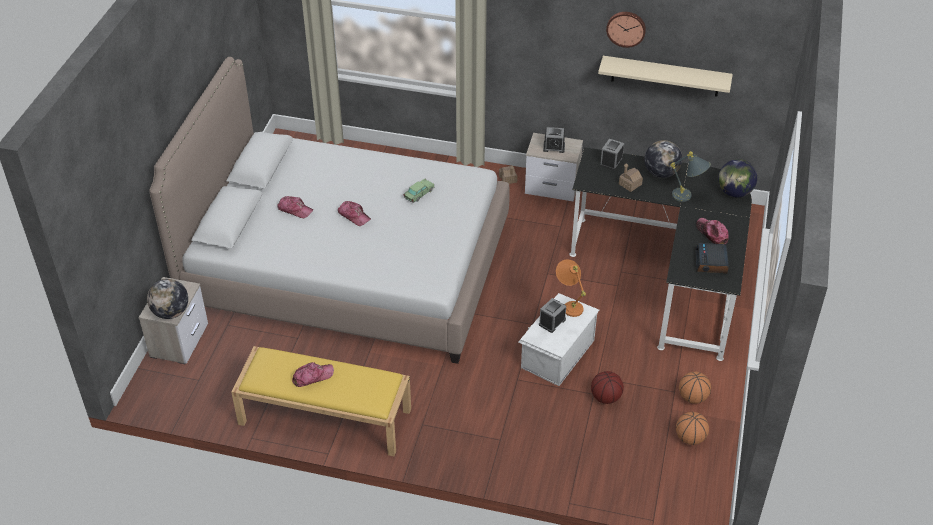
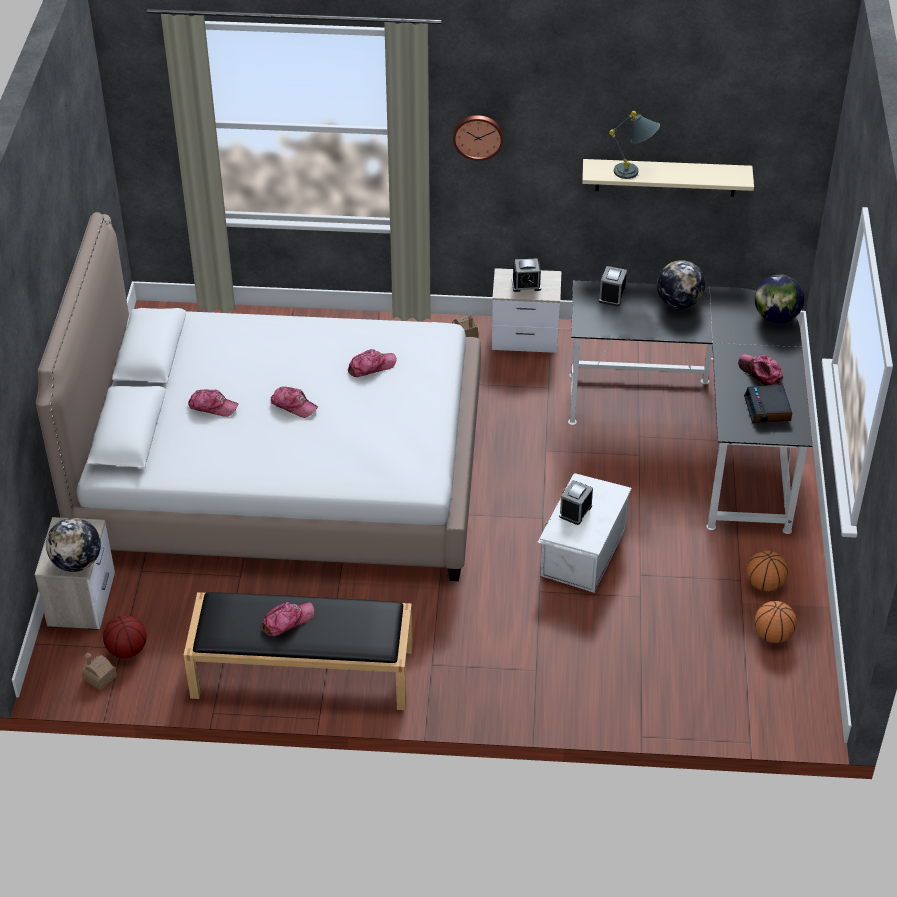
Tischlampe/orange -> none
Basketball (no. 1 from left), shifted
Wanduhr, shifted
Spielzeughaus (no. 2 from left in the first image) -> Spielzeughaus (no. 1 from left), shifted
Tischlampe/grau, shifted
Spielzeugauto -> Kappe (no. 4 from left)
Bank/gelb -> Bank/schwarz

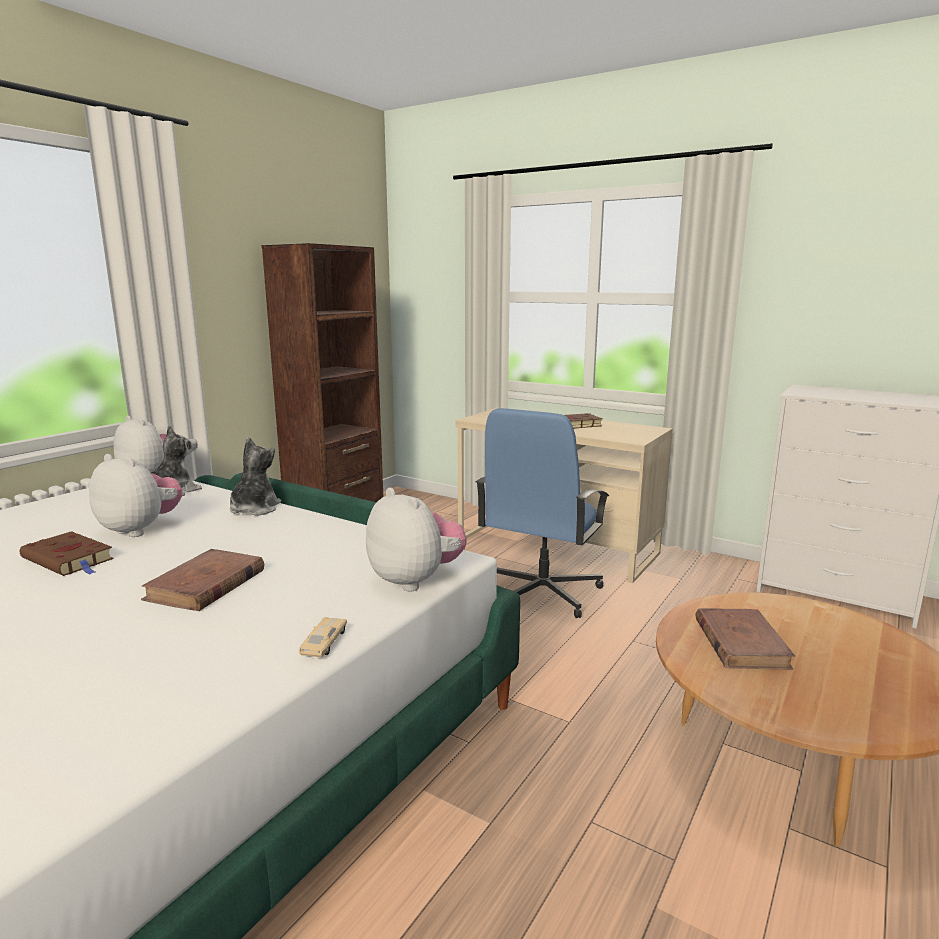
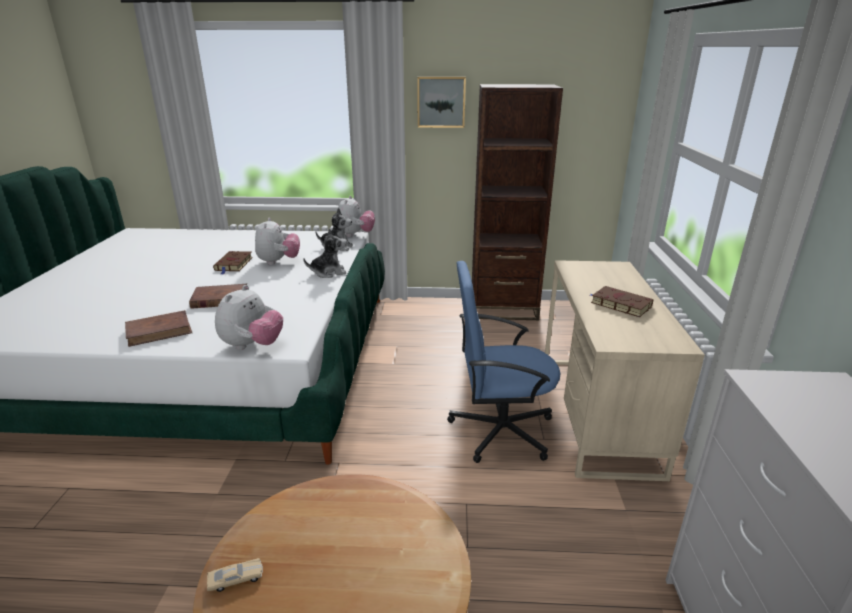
none -> Bild
Spielzeugauto/beige, shifted
Buch/braun (no. 4 from left in the first image) -> Buch/braun (no. 1 from left), shifted

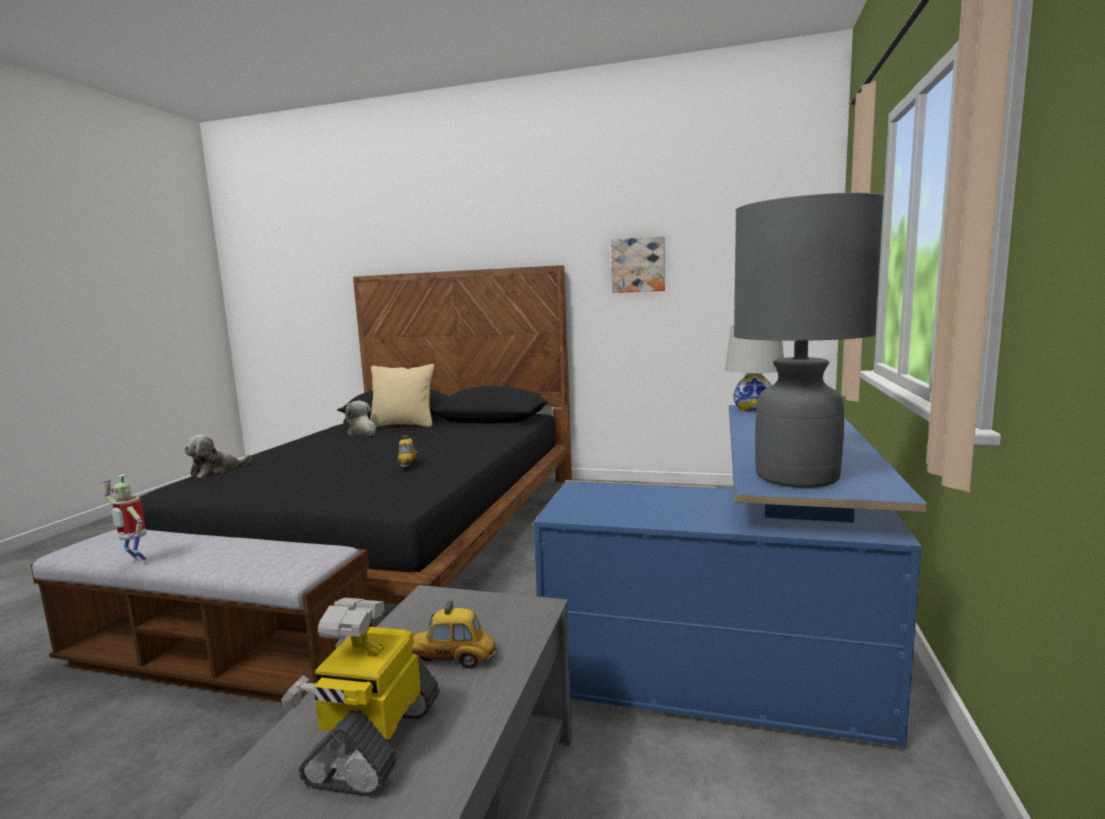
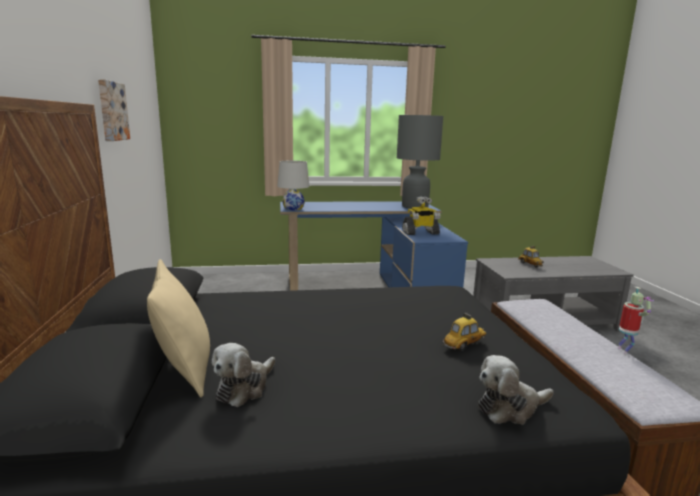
Spielzeugroboter (no. 2 from left in the first image) -> Spielzeugroboter (no. 1 from left), shifted
Spielzeugauto (no. 1 from left), shifted
Plüschtier (no. 1 from left in the first image) -> Plüschtier (no. 2 from left), 150 degrees clockwise

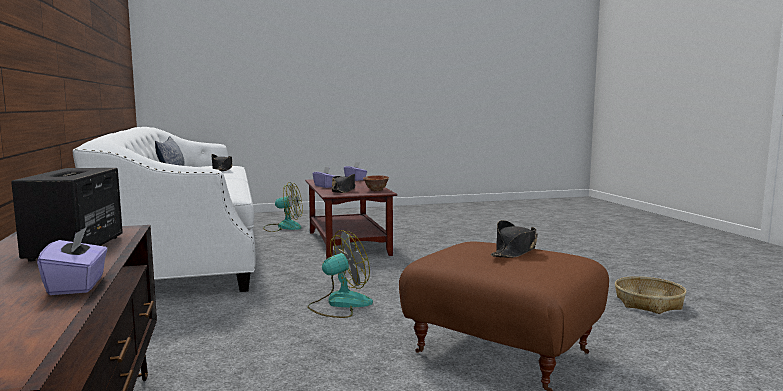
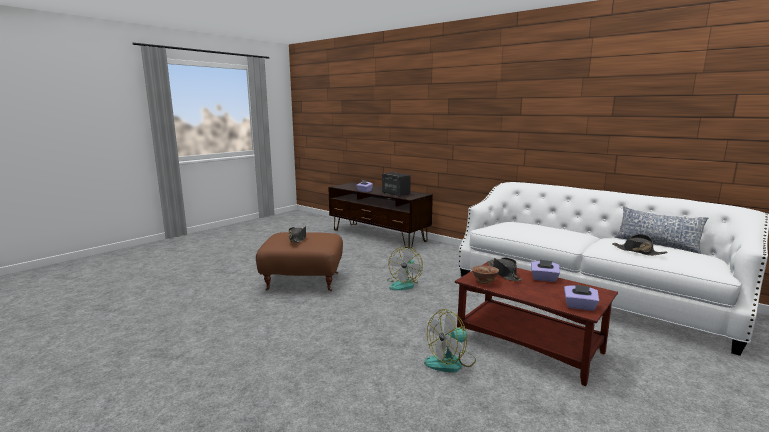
Korb -> none
Ventilator (no. 1 from left in the first image) -> Ventilator (no. 2 from left), shifted

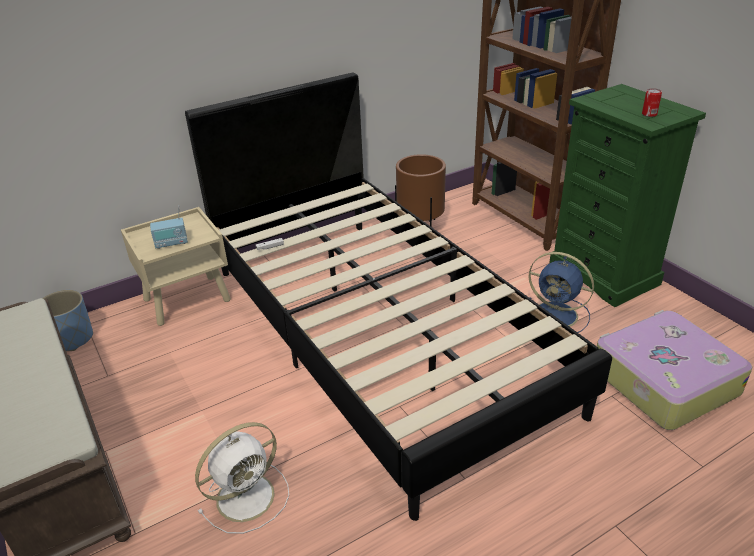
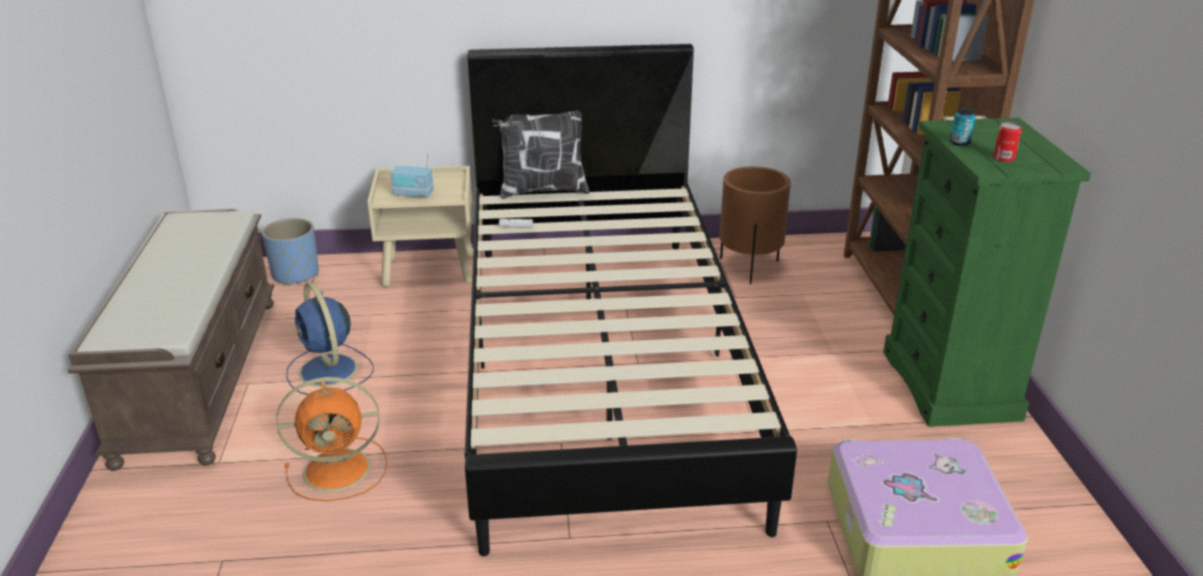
none -> Kissen
none -> Dose (no. 1 from left)
Ventilator/blau, shifted
Ventilator/weiß -> Ventilator/orange

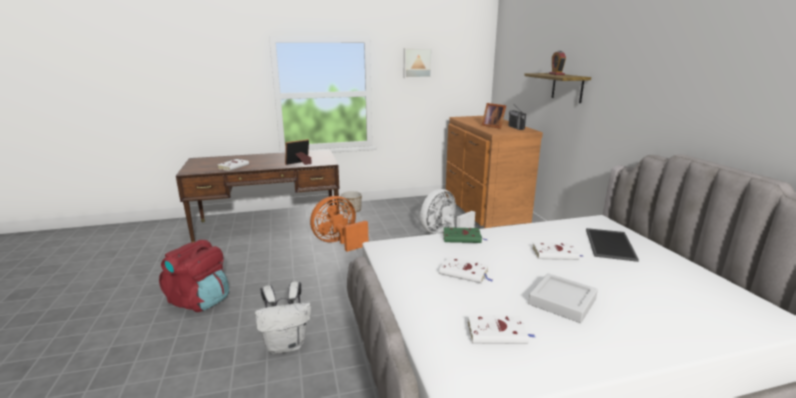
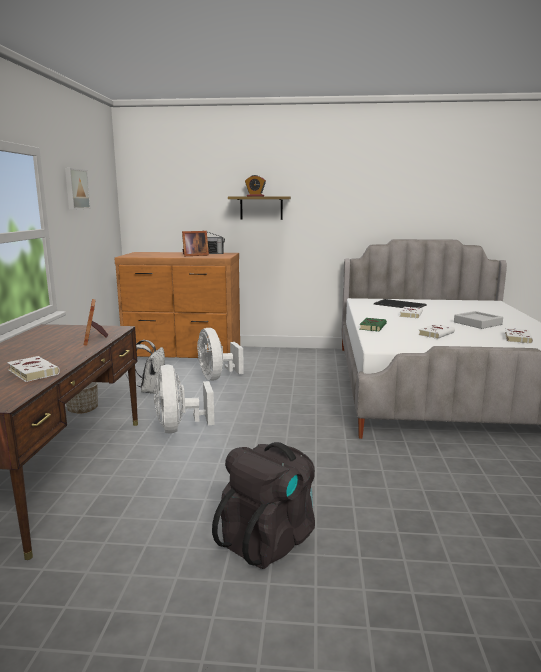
Rucksack/weiß, shifted
Rucksack/rot -> Rucksack/schwarz
Ventilator/orange -> Ventilator/weiß (no. 1 from left)

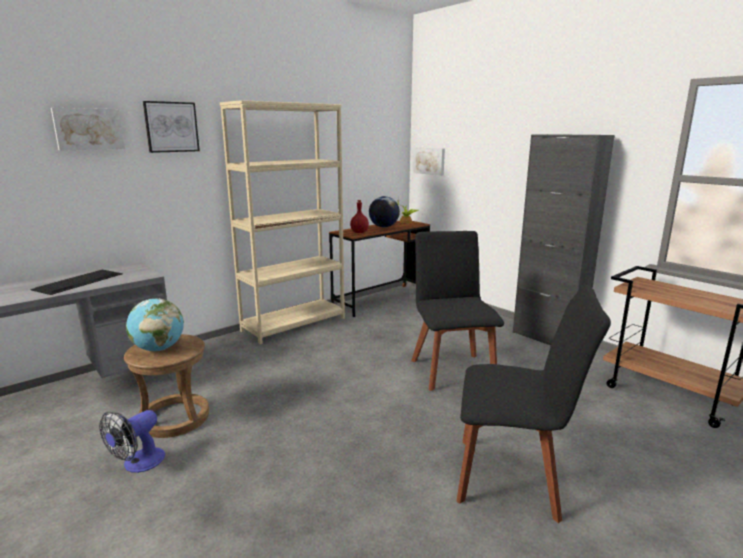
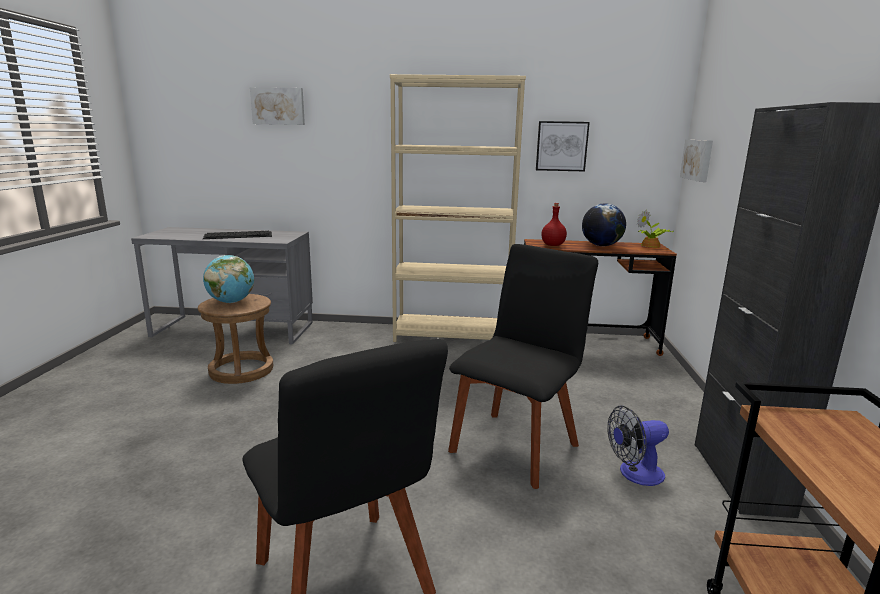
Ventilator, shifted
Bild (no. 2 from left), shifted

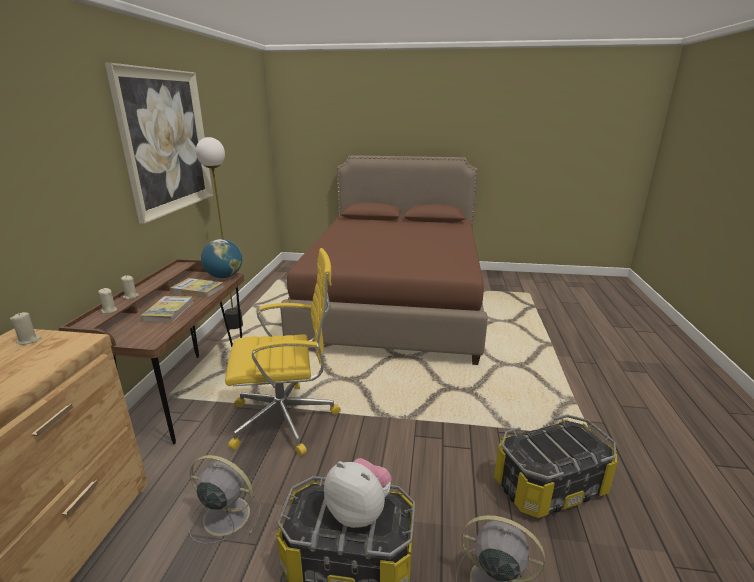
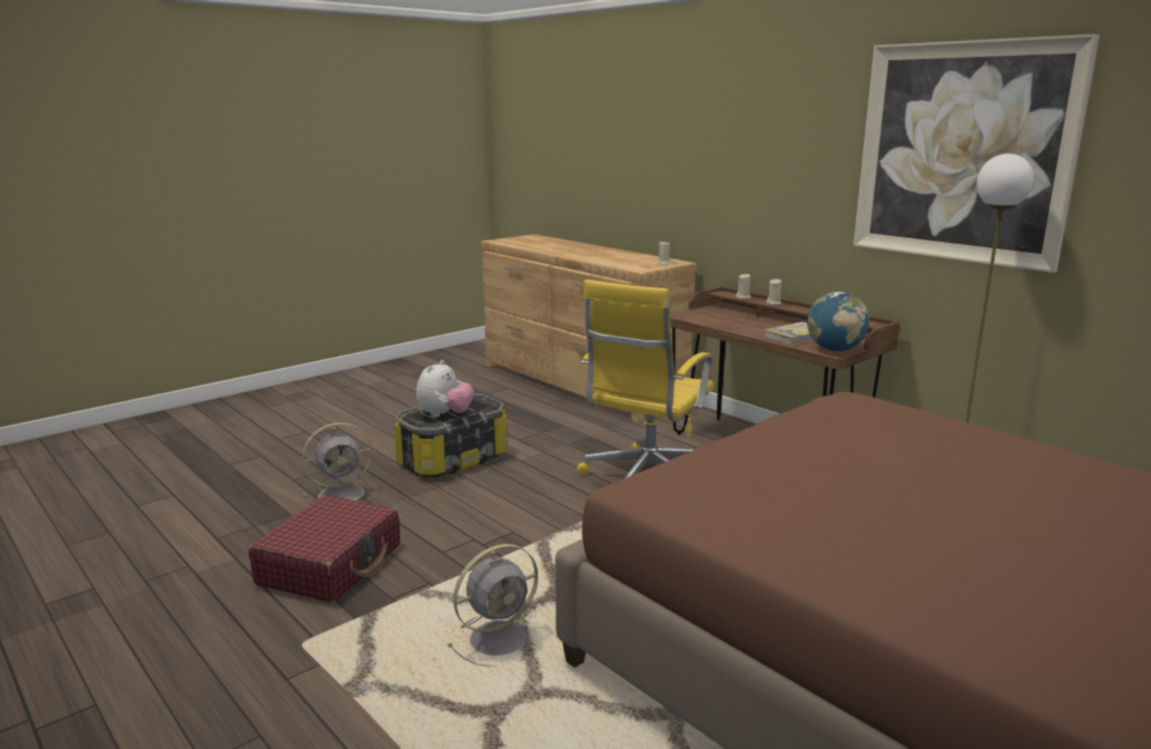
Buch (no. 1 from left) -> none
Ventilator/grau (no. 1 from left in the first image) -> Ventilator/grau (no. 2 from left), shifted
Aufbewahrungsbox (no. 2 from left) -> Koffer/rot
Plüschtier, 45 degrees counterclockwise

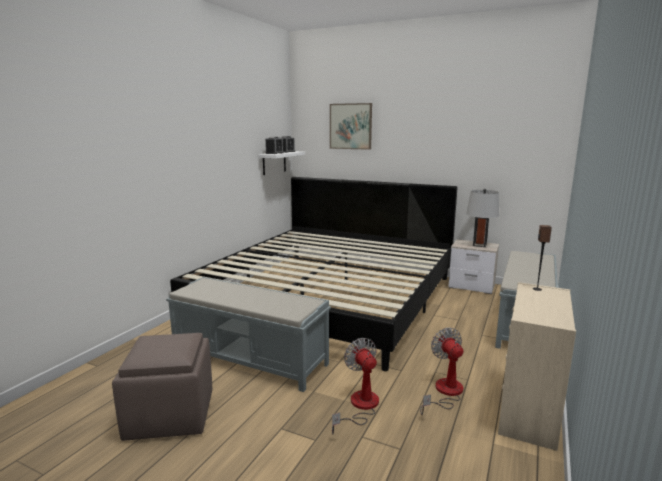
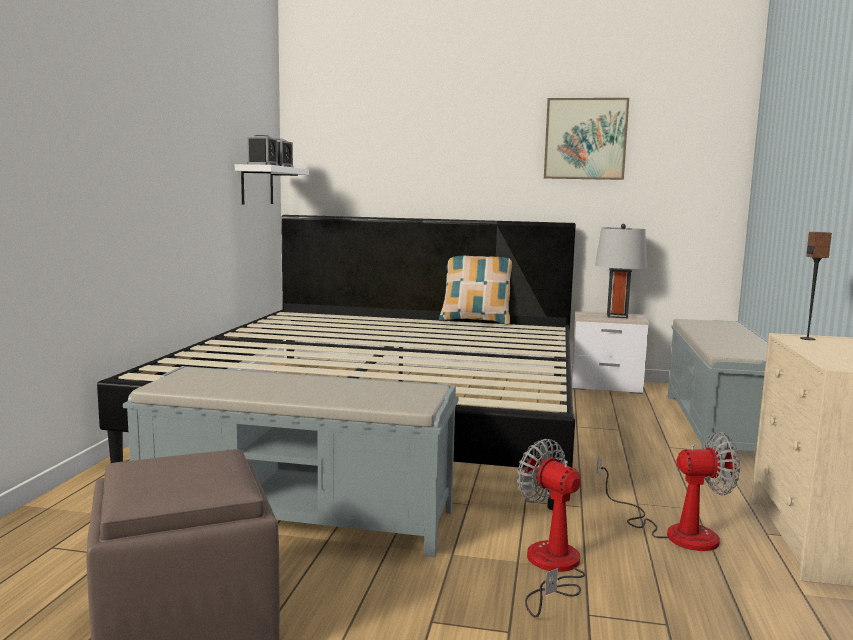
none -> Kissen
Bild, shifted
Ventilator (no. 2 from left), 120 degrees clockwise

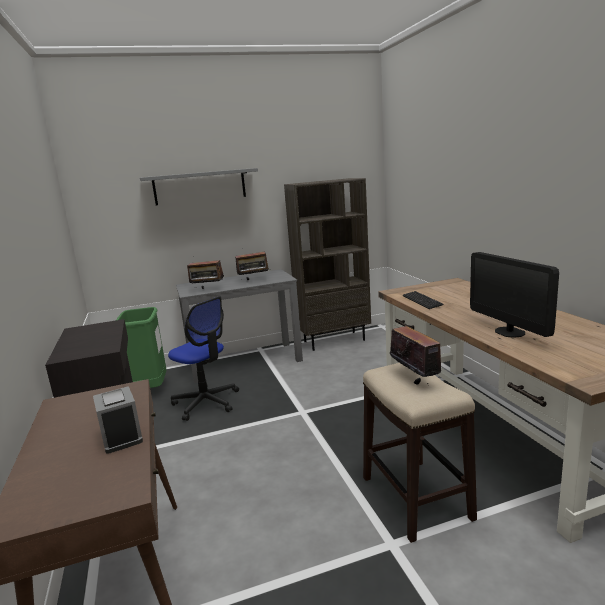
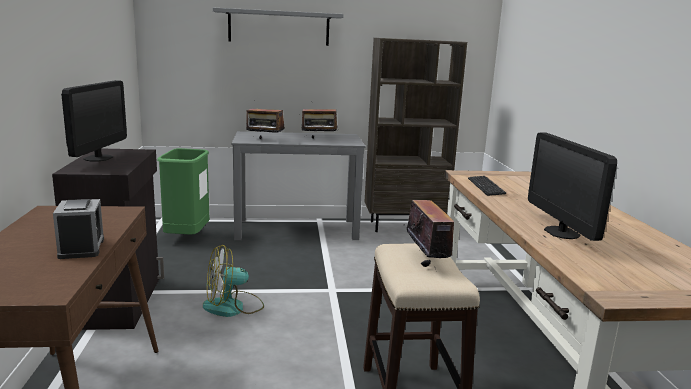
Bürostuhl -> none
none -> Monitor (no. 1 from left)
none -> Ventilator

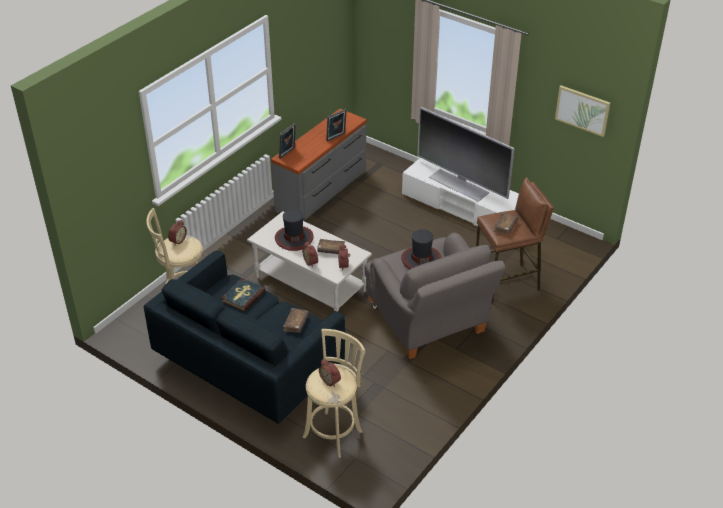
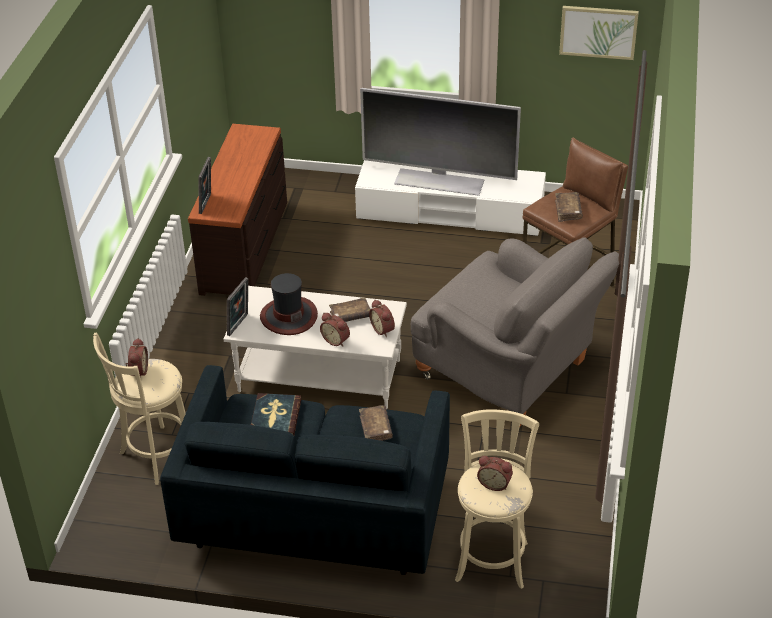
Hut (no. 2 from left) -> none
Bilderrahmen (no. 2 from left), shifted
Kommode/grau -> Kommode/braun

